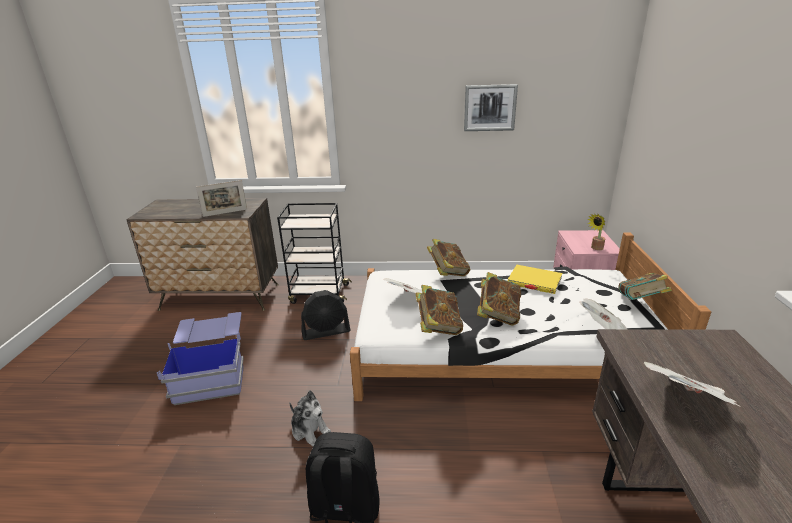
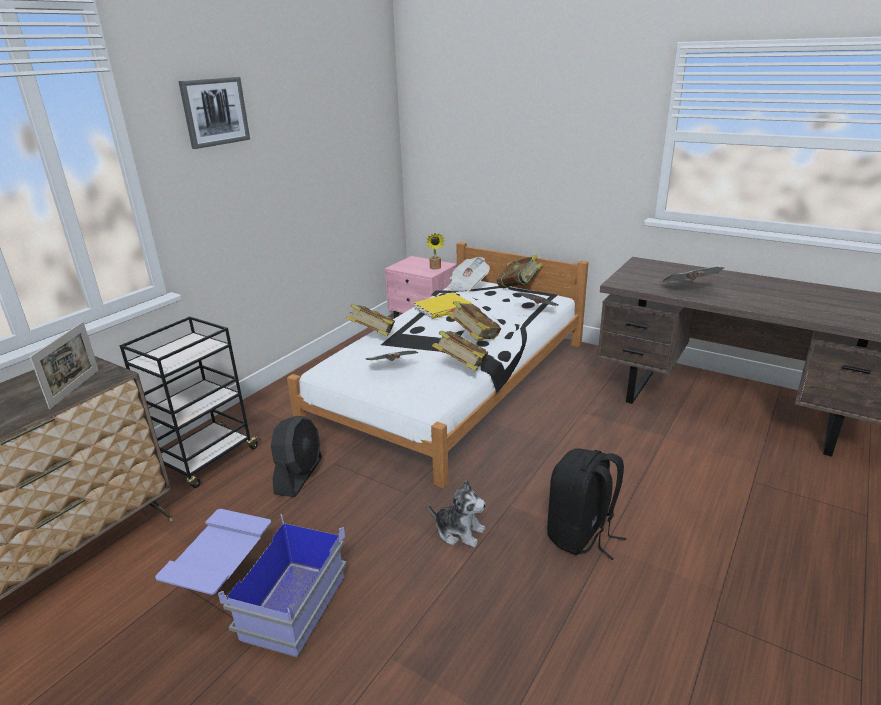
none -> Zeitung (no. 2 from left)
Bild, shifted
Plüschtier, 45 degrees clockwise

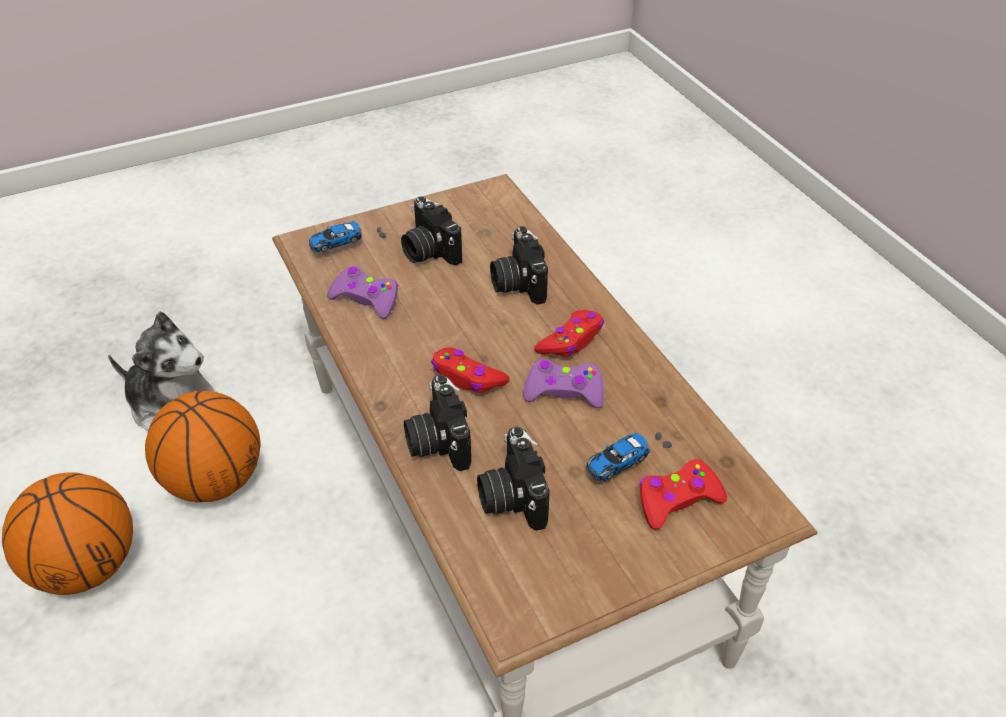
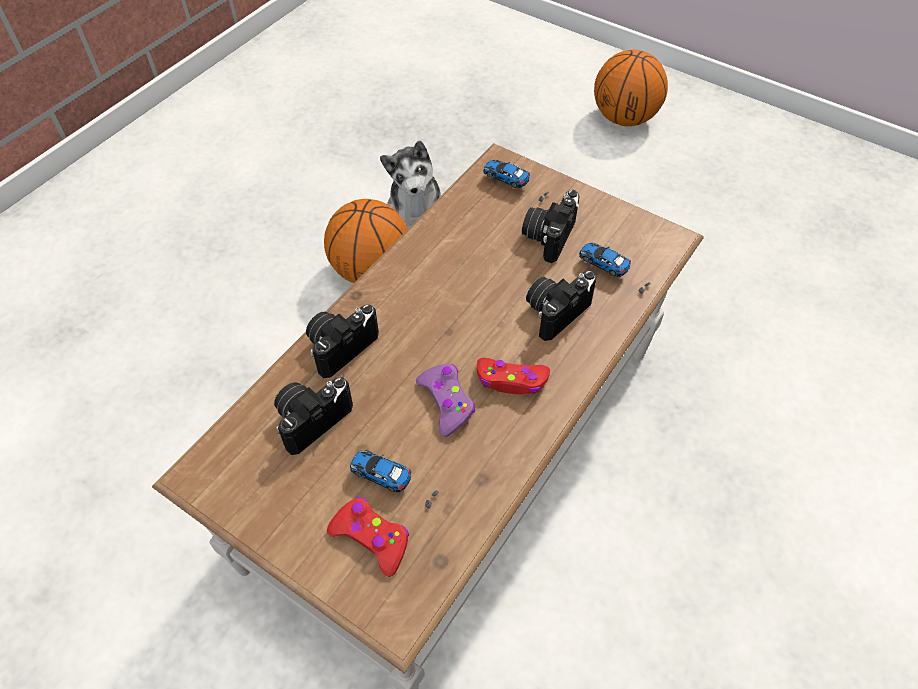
Gamepad/lila (no. 1 from left) -> none
Gamepad/rot (no. 1 from left) -> none
none -> Spielzeugauto (no. 3 from left)
Basketball (no. 1 from left in the first image) -> Basketball (no. 2 from left), shifted

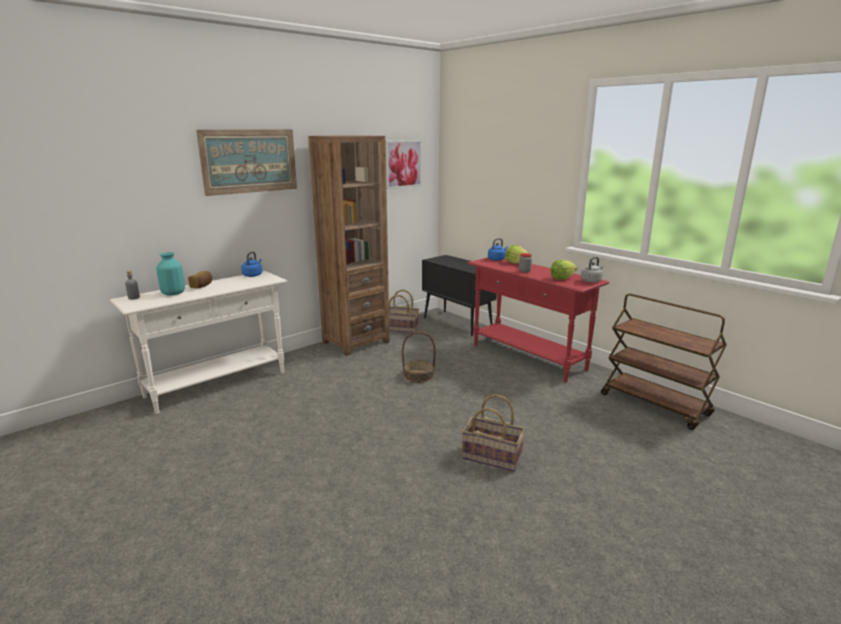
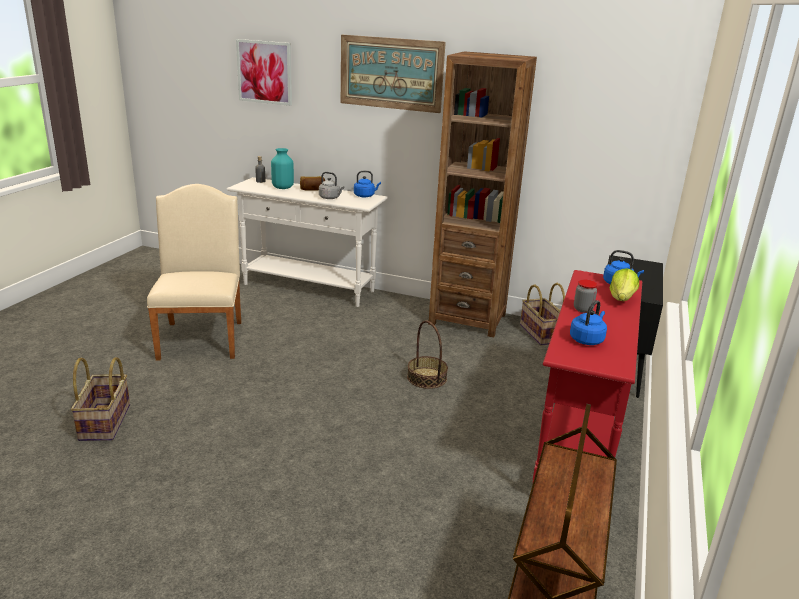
none -> Stuhl/beige
Bild (no. 2 from left in the first image) -> Bild (no. 1 from left), shifted
Korb (no. 3 from left in the first image) -> Korb (no. 1 from left), shifted
Wasserkessel/grau, shifted
Salatkopf (no. 2 from left) -> Wasserkessel/blau (no. 2 from left)

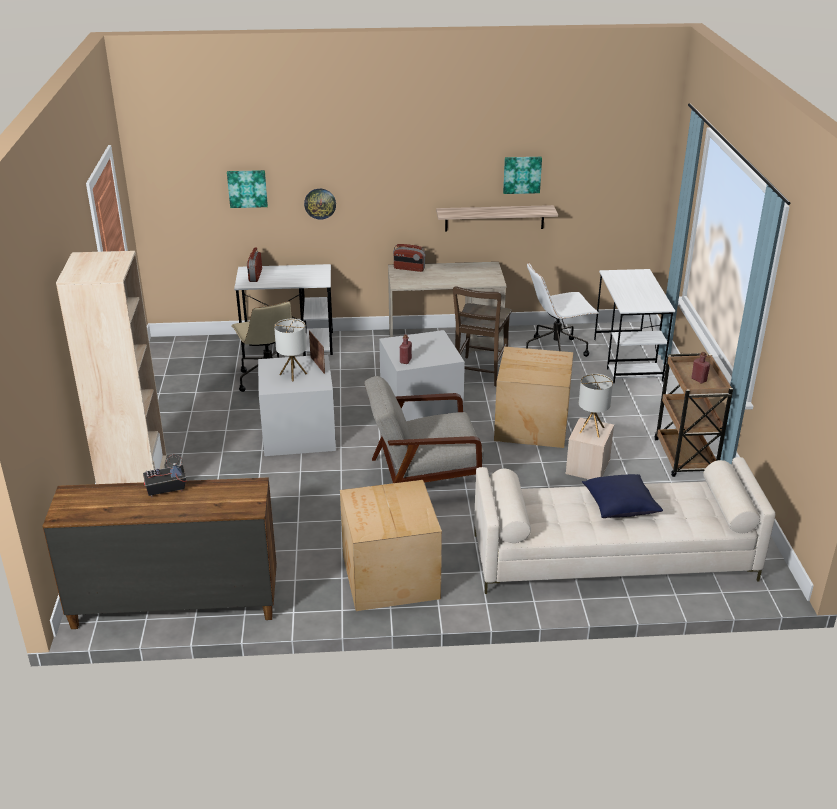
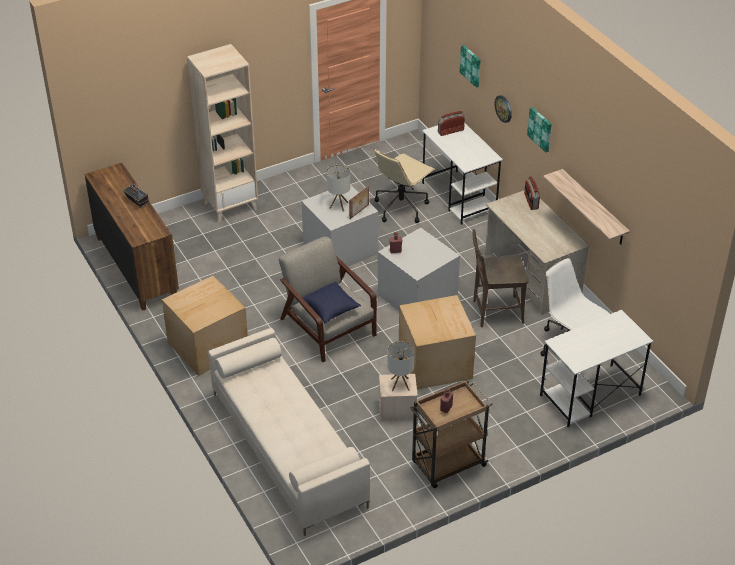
Bild (no. 2 from left), shifted
Kissen/blau, shifted

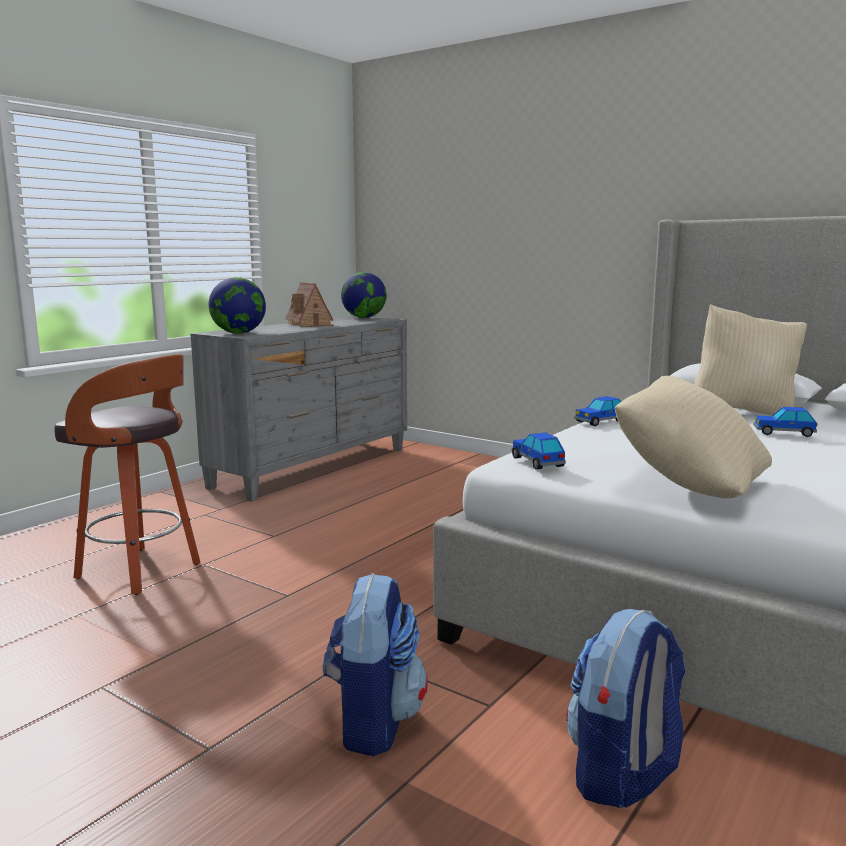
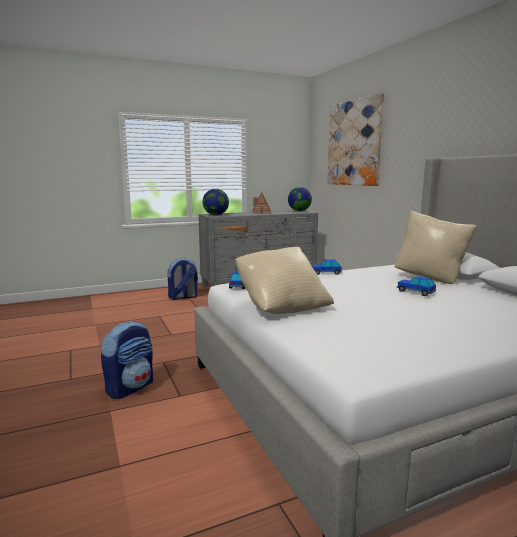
Hocker -> none
none -> Bild
Rucksack (no. 2 from left), shifted

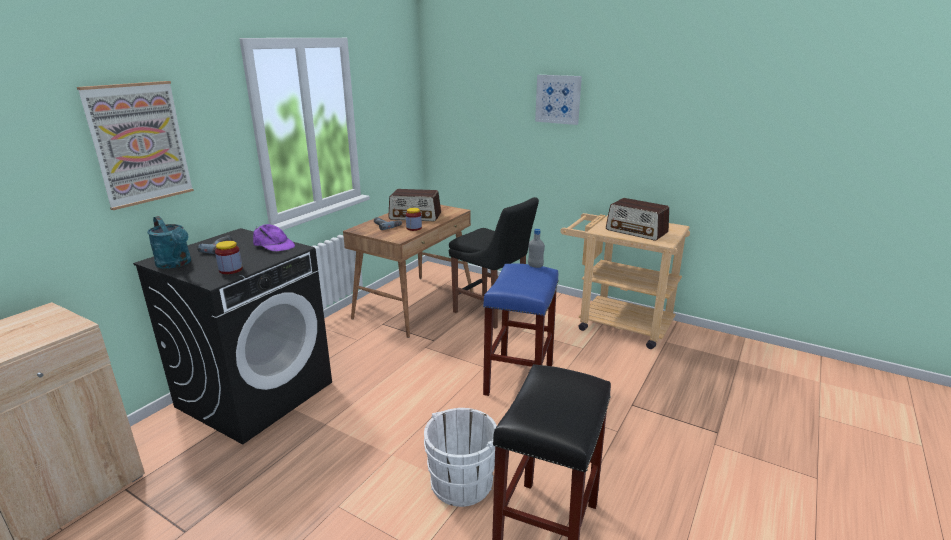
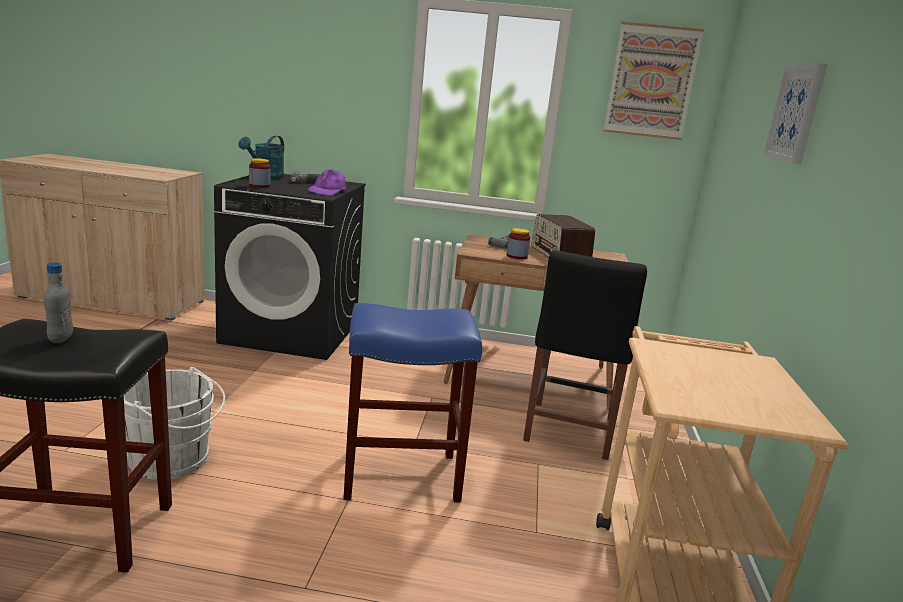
Radio (no. 2 from left) -> none
Bild (no. 1 from left), shifted
Flasche/grau, shifted

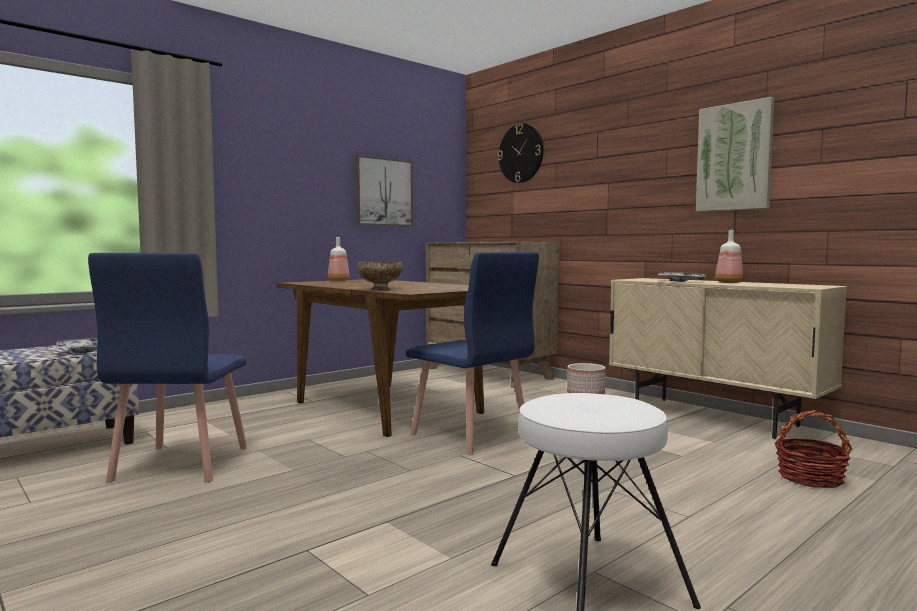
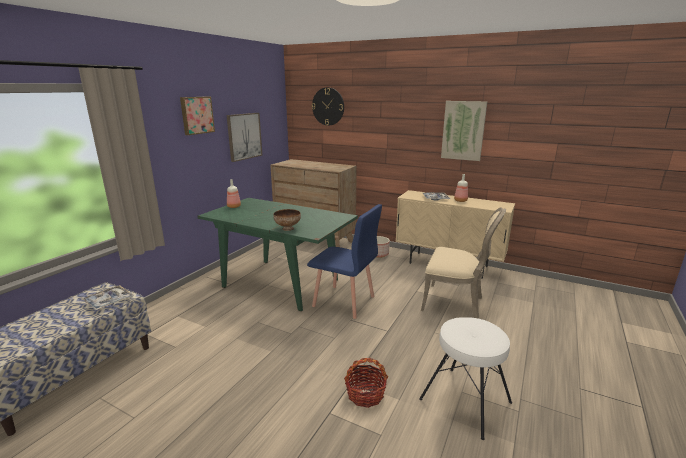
Stuhl/blau (no. 1 from left) -> none
none -> Bild (no. 1 from left)
none -> Stuhl/beige
Korb, shifted
Esstisch/braun -> Esstisch/grün

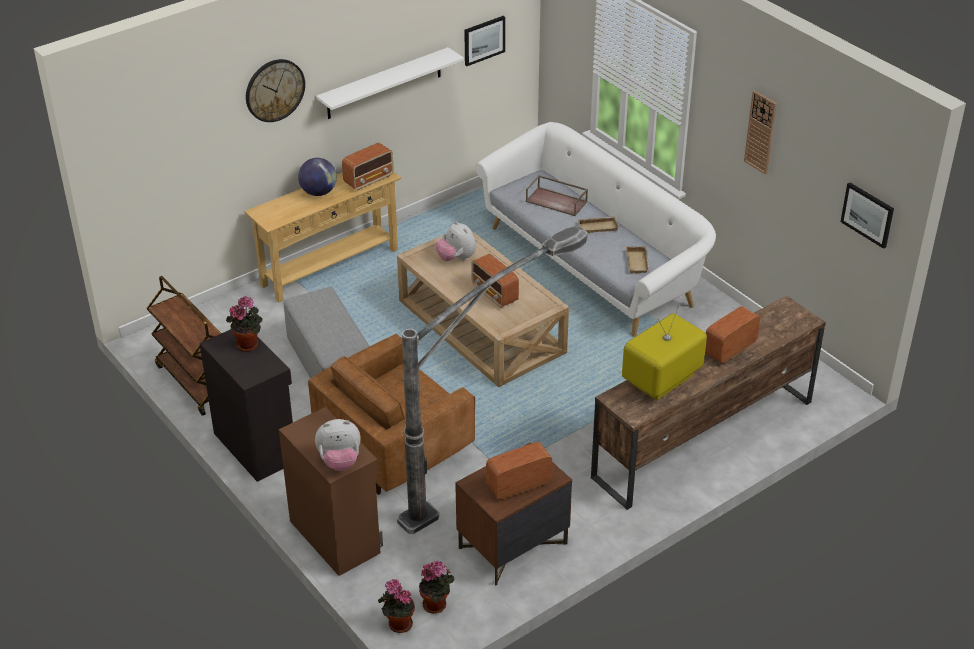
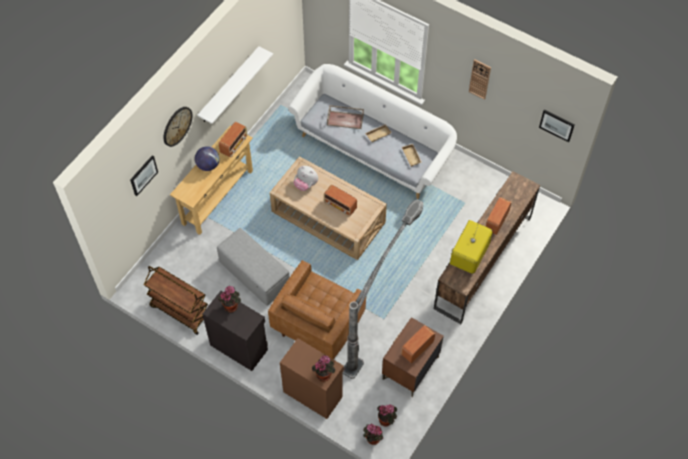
Bild (no. 1 from left), shifted
Plüschtier (no. 1 from left) -> Topfpflanze (no. 2 from left)

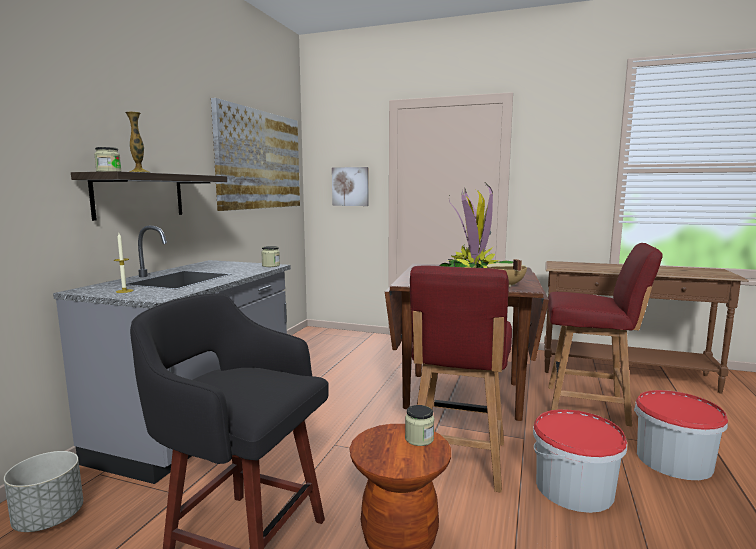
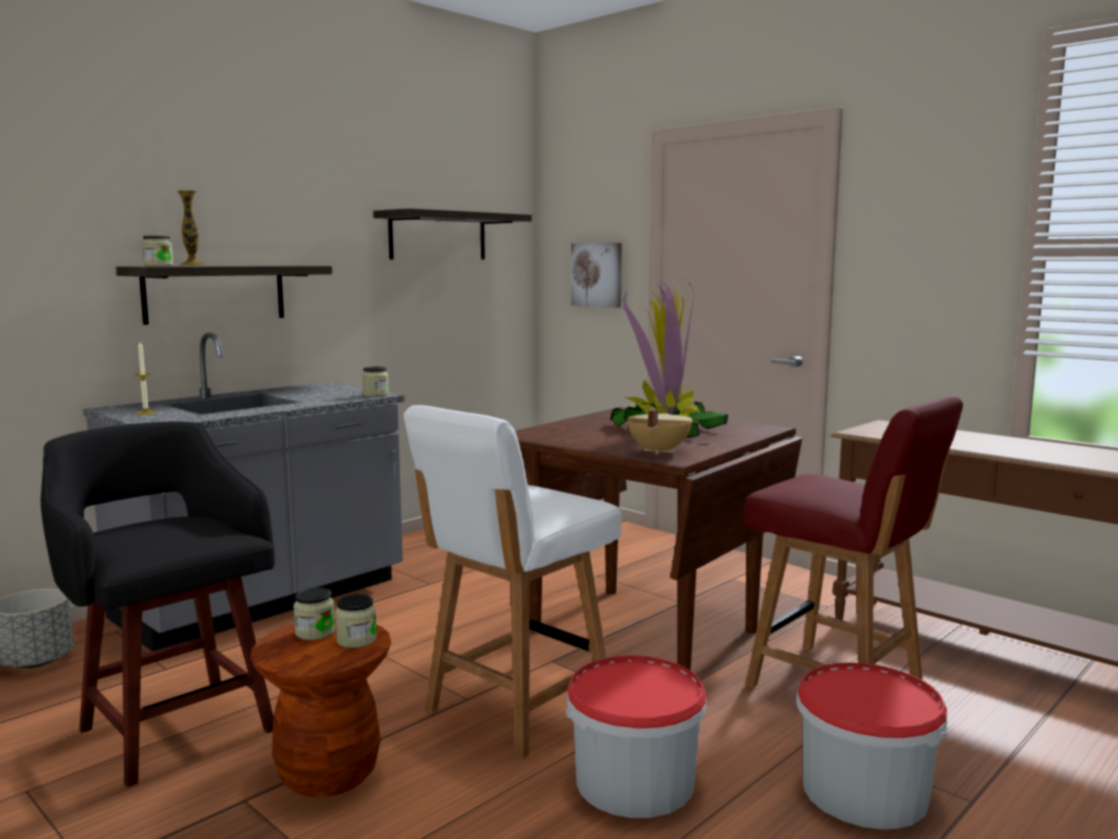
none -> Vorratsglas (no. 2 from left)
Bild (no. 1 from left) -> Wandregal (no. 2 from left)
Stuhl/rot (no. 1 from left) -> Stuhl/weiß

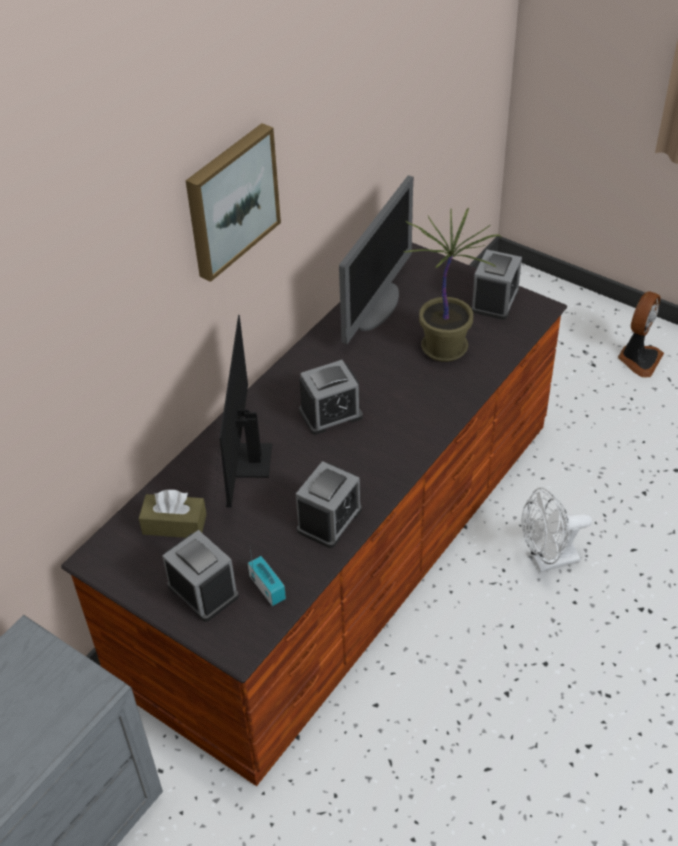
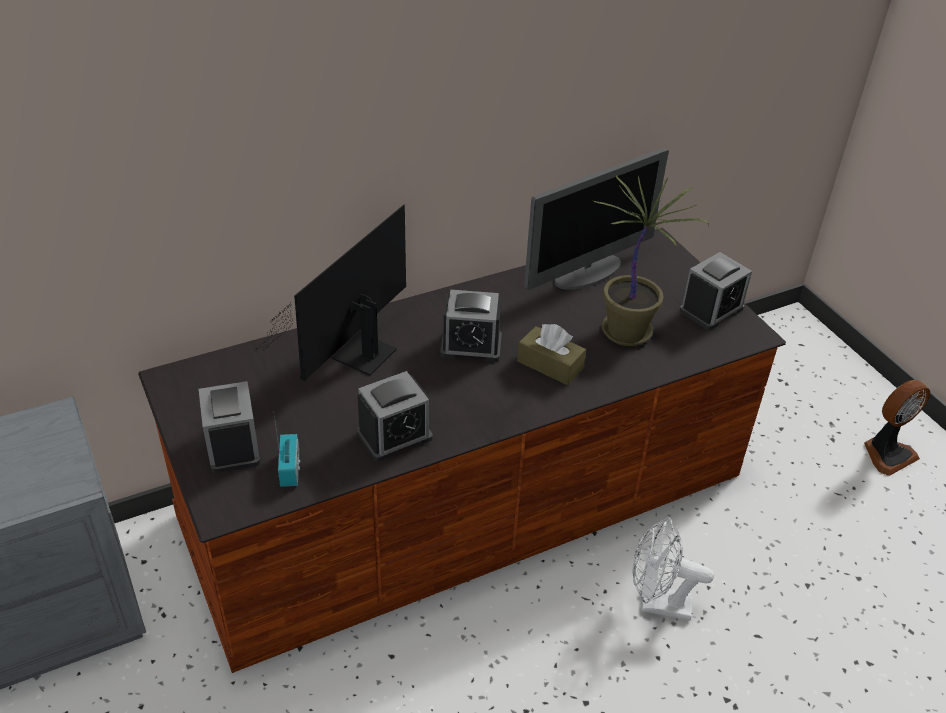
Bild -> none
Taschentuchbox/braun, shifted

